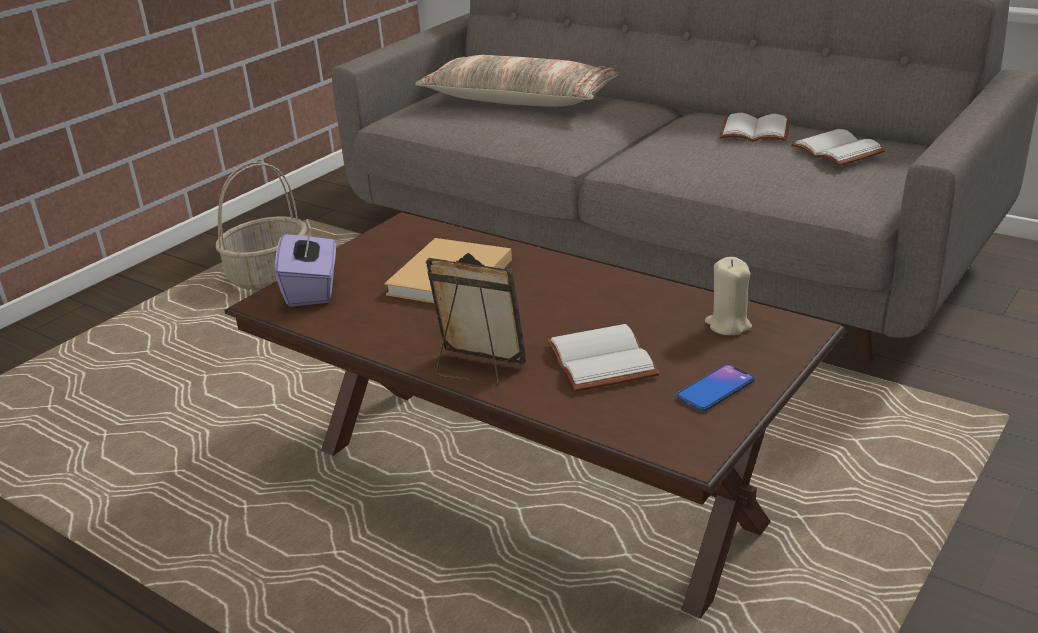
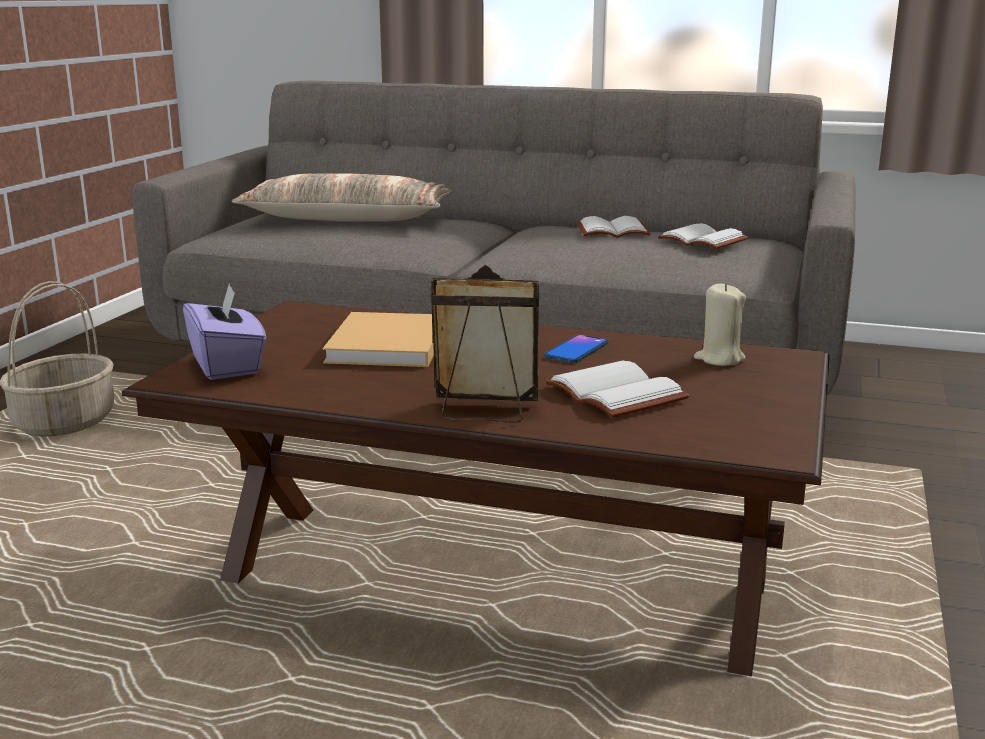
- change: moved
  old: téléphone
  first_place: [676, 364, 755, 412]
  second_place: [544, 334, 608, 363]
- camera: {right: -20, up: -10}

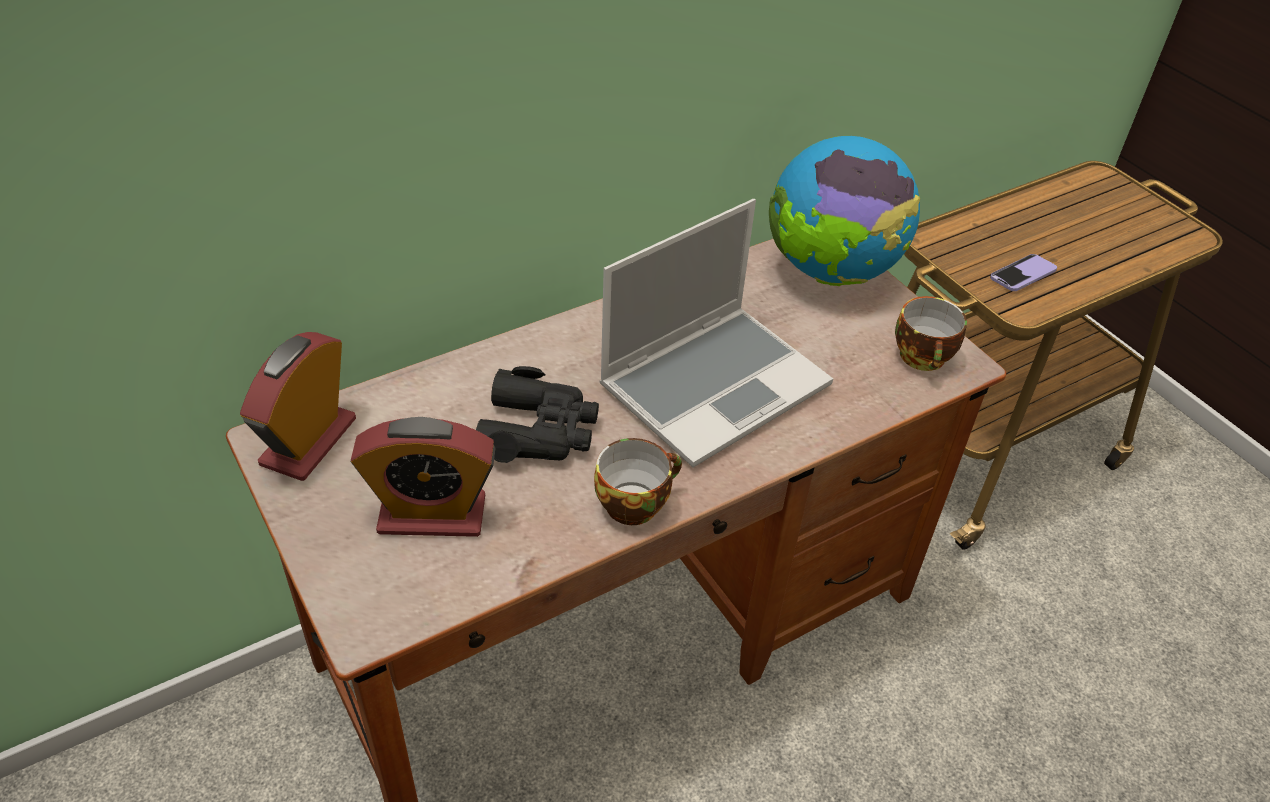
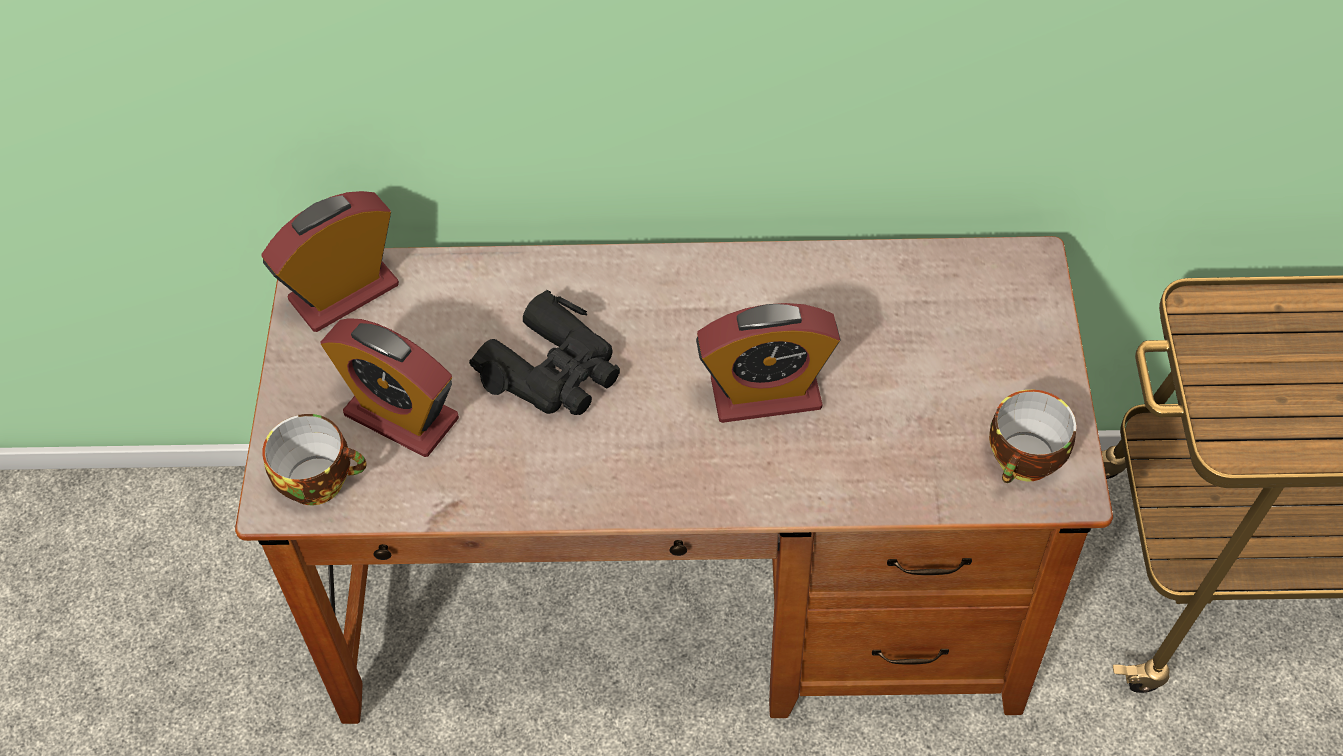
- change: removed
  old: globe
  first_place: [769, 136, 920, 286]
- change: removed
  old: téléphone
  first_place: [990, 254, 1057, 291]
- change: moved
  old: tasse
  first_place: [594, 438, 682, 525]
  second_place: [263, 414, 367, 505]
- change: replaced
  old: ordinateur portable
  new: réveil
  first_place: [599, 199, 833, 467]
  second_place: [696, 303, 841, 423]
- camera: {right: 35, up: 10}

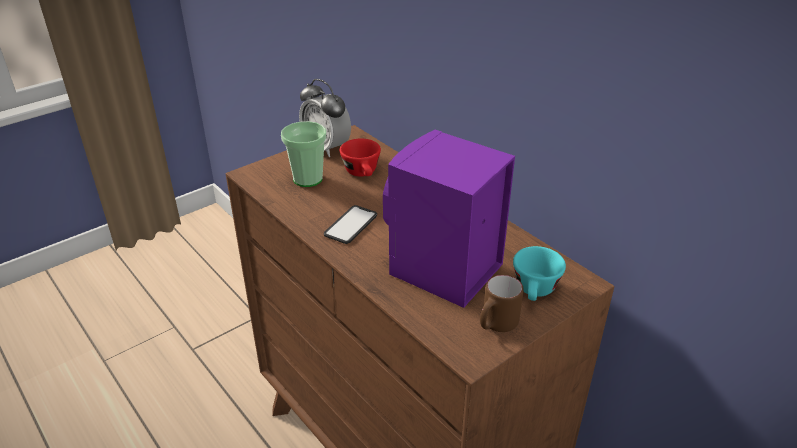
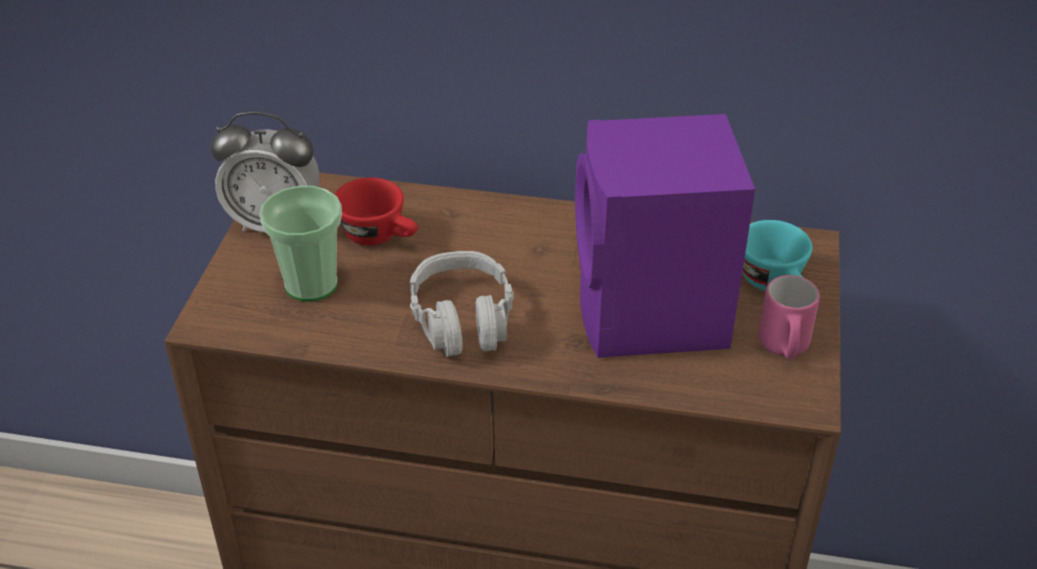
- change: replaced
  old: téléphone
  new: casque audio/gris
  first_place: [324, 205, 377, 244]
  second_place: [410, 251, 514, 357]
- change: recoloured
  old: mug/marron
  new: mug/rose
  first_place: [480, 275, 524, 332]
  second_place: [758, 275, 820, 359]
- camera: {right: -40, up: 5}

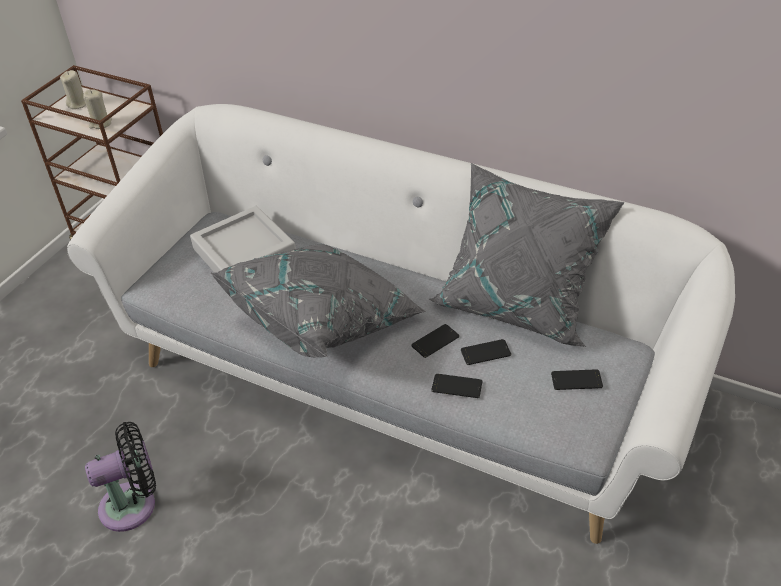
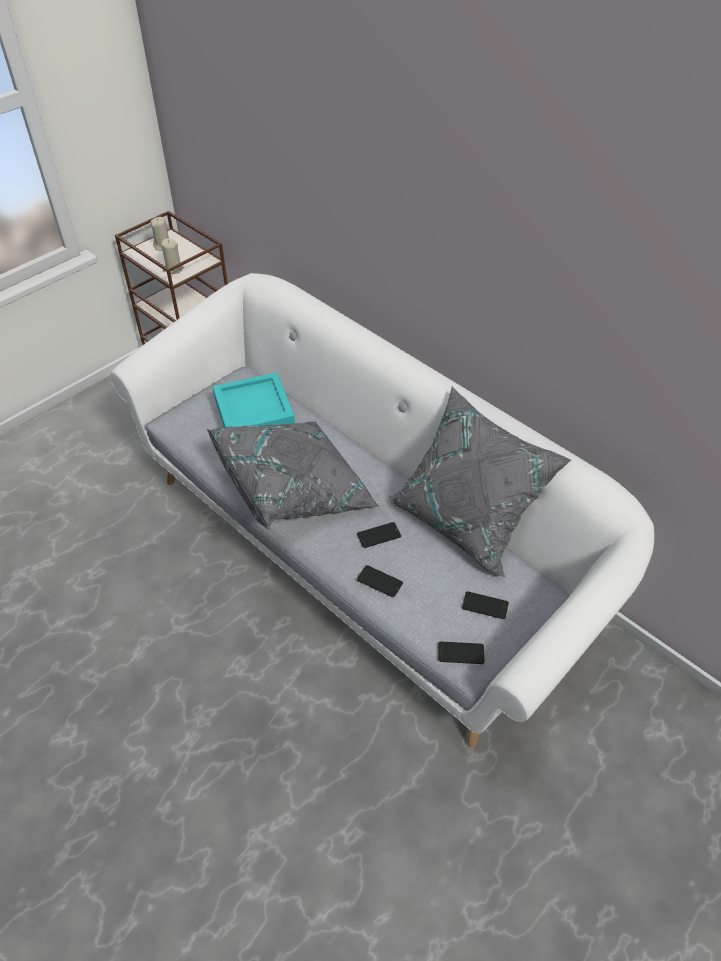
- change: removed
  old: ventilateur/noir
  first_place: [85, 422, 156, 532]
- change: moved
  old: téléphone
  first_place: [461, 339, 511, 365]
  second_place: [438, 641, 485, 664]
- change: recoloured
  old: plateau/gris
  new: plateau/turquoise
  first_place: [190, 206, 296, 273]
  second_place: [213, 373, 295, 427]
- camera: {right: 15, up: 5}

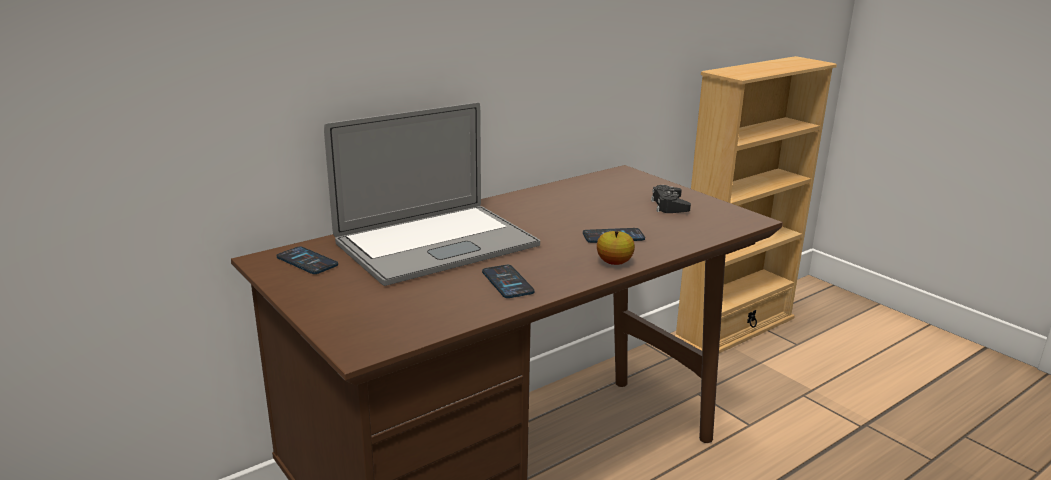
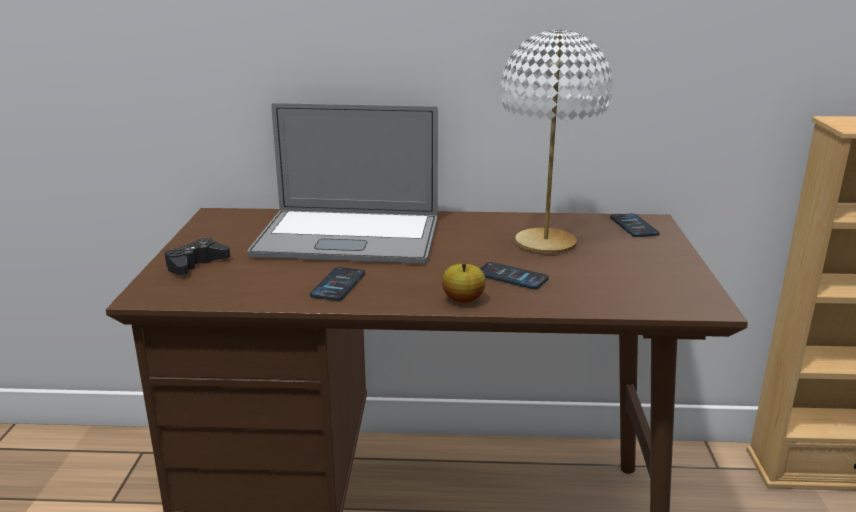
- change: added
  new: lampe de table/blanc
  second_place: [500, 30, 612, 253]
- change: moved
  old: téléphone
  first_place: [276, 247, 338, 274]
  second_place: [610, 213, 659, 237]
- change: moved
  old: manette/noir
  first_place: [651, 185, 691, 213]
  second_place: [165, 238, 230, 275]
- camera: {right: 40, up: 0}

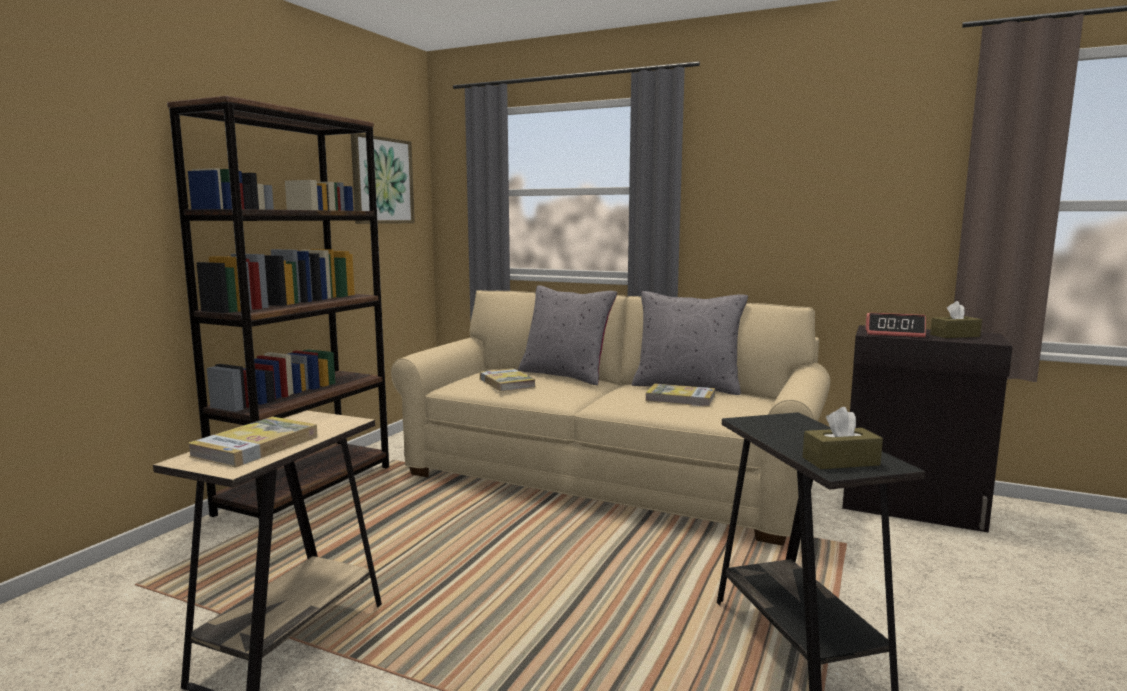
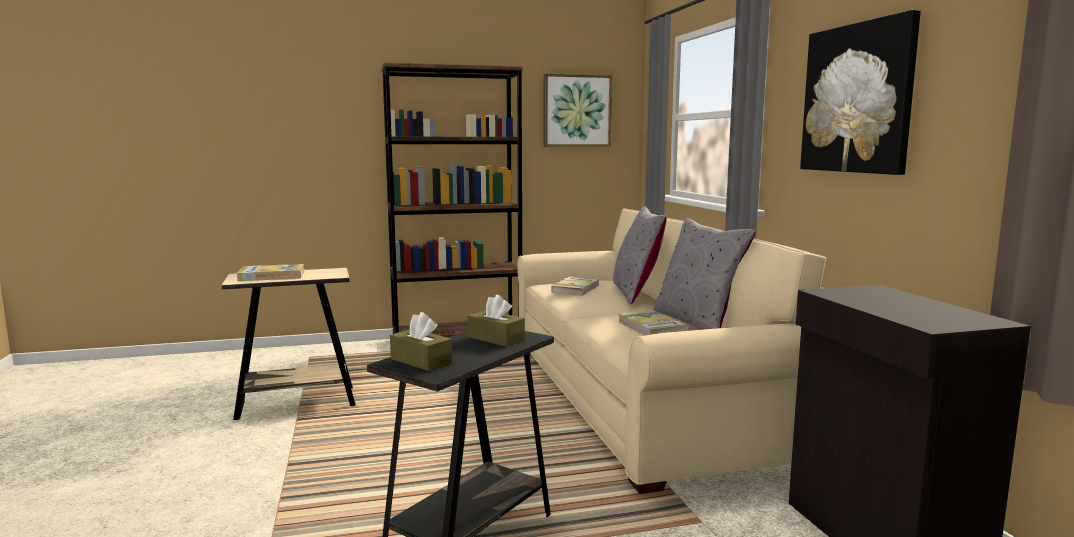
- change: removed
  old: réveil
  first_place: [865, 313, 926, 338]
- change: added
  new: tableau
  second_place: [800, 10, 921, 175]
- change: moved
  old: boîte à mouchoirs/marron
  first_place: [930, 301, 982, 338]
  second_place: [468, 295, 525, 347]
- camera: {right: 50, up: 0}

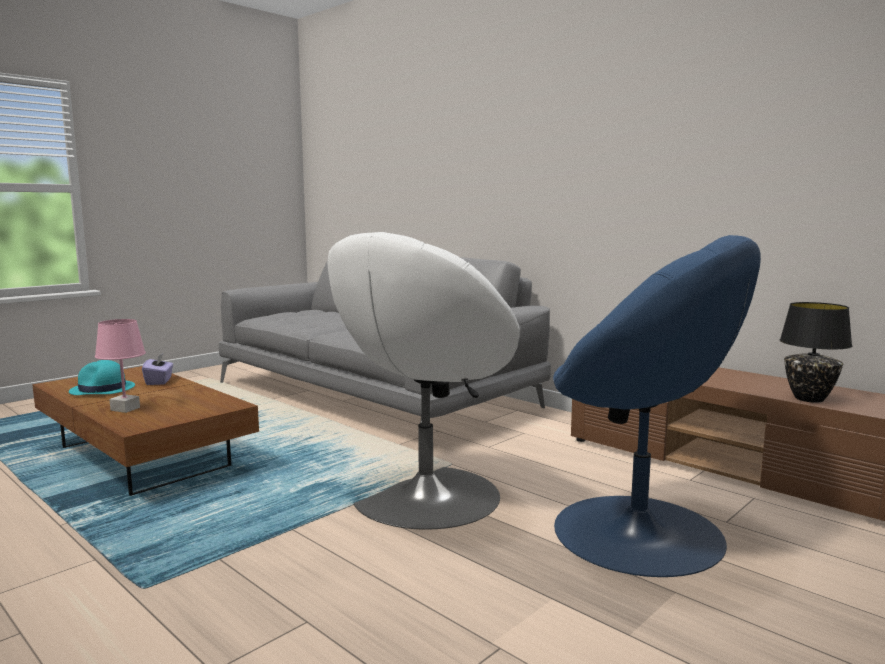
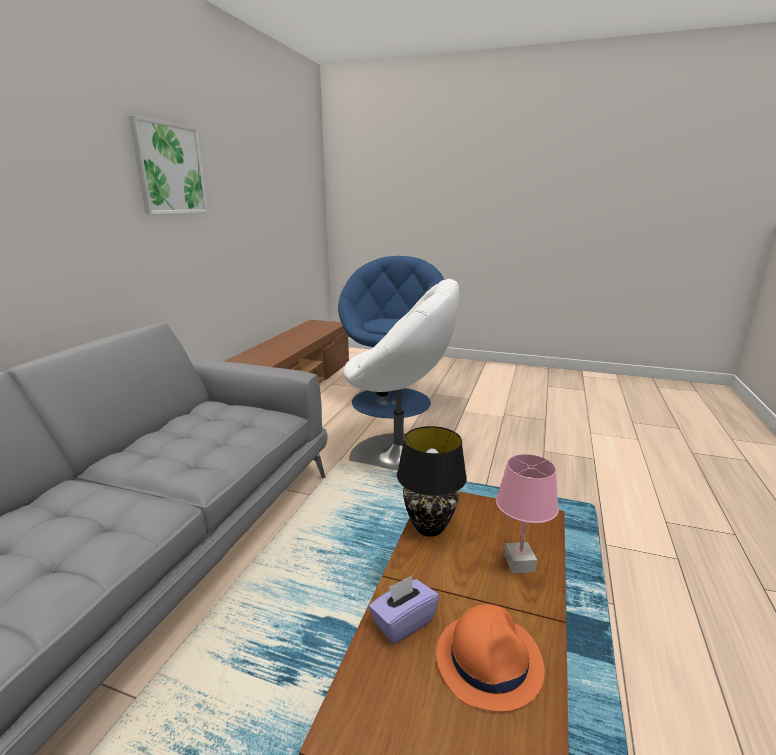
- change: added
  new: tableau
  second_place: [129, 115, 208, 214]
- change: moved
  old: lampe de table/noir
  first_place: [780, 302, 852, 403]
  second_place: [397, 426, 467, 537]
- change: recoloured
  old: chapeau/turquoise
  new: chapeau/orange
  first_place: [69, 360, 135, 395]
  second_place: [436, 604, 545, 712]
- camera: {right: -115, up: 10}

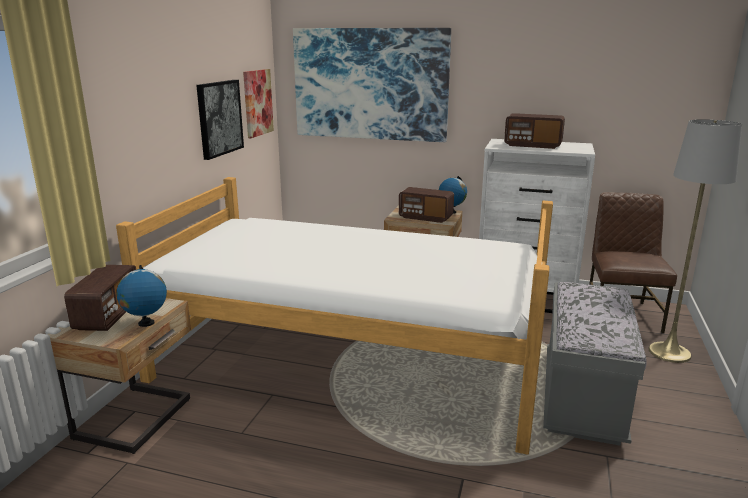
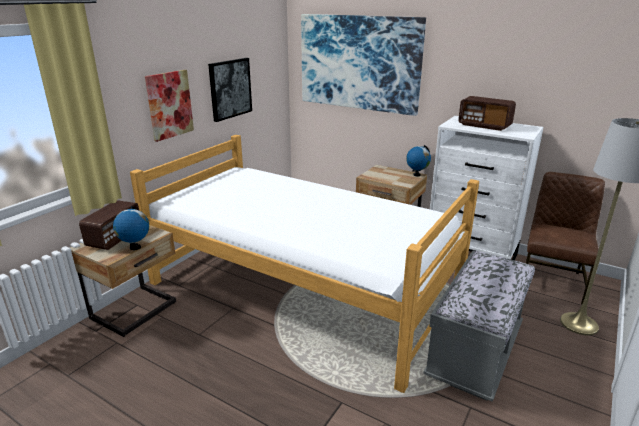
- change: removed
  old: radio
  first_place: [399, 187, 454, 223]
- change: moved
  old: tableau
  first_place: [243, 69, 274, 138]
  second_place: [145, 70, 194, 142]
- camera: {right: 15, up: 5}

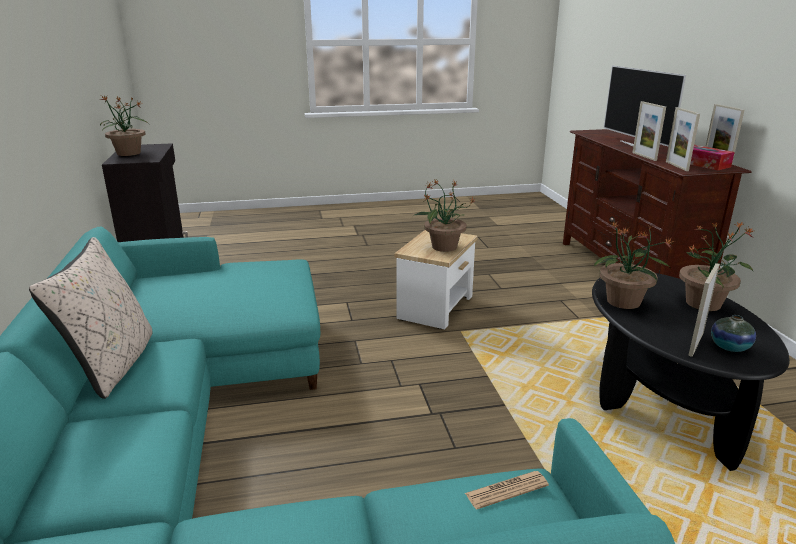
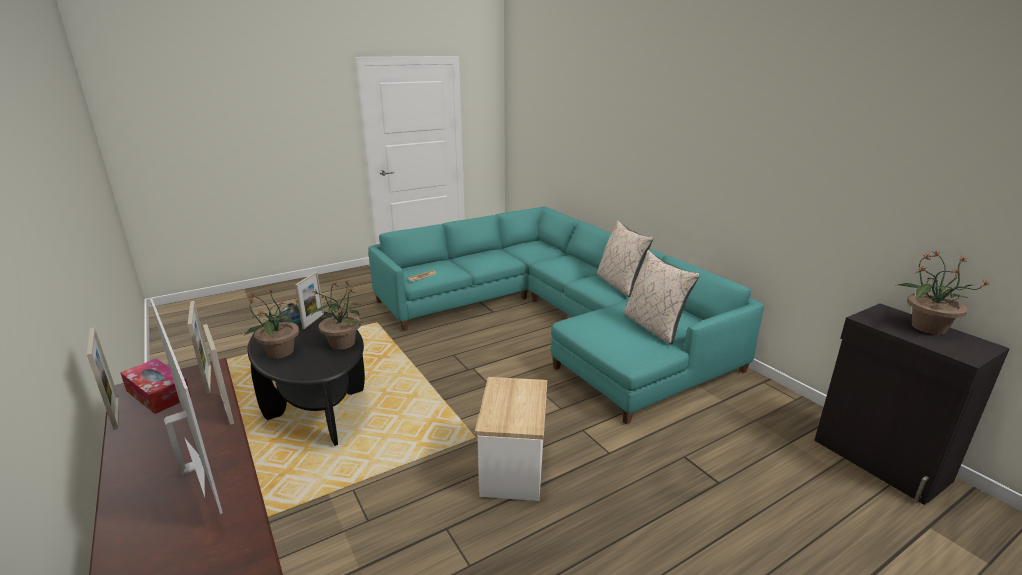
- change: removed
  old: plante en pot
  first_place: [413, 180, 475, 252]
- change: added
  new: coussin/beige
  second_place: [623, 250, 700, 345]
- camera: {right: 160, up: 0}

